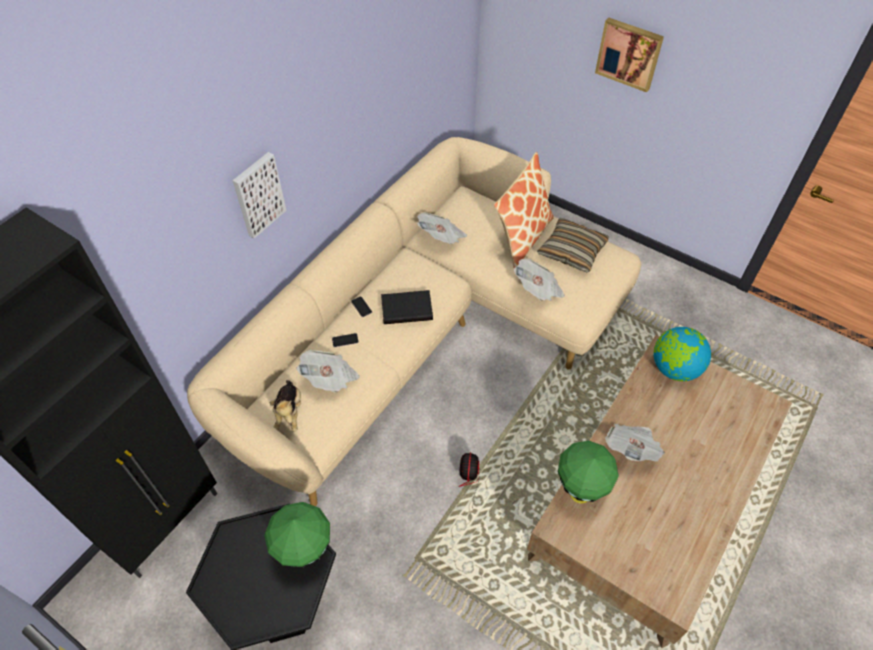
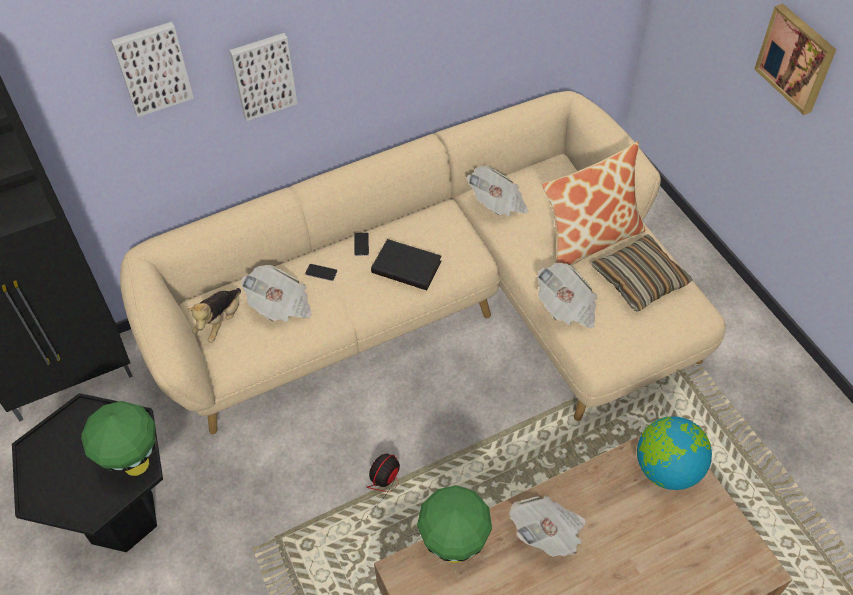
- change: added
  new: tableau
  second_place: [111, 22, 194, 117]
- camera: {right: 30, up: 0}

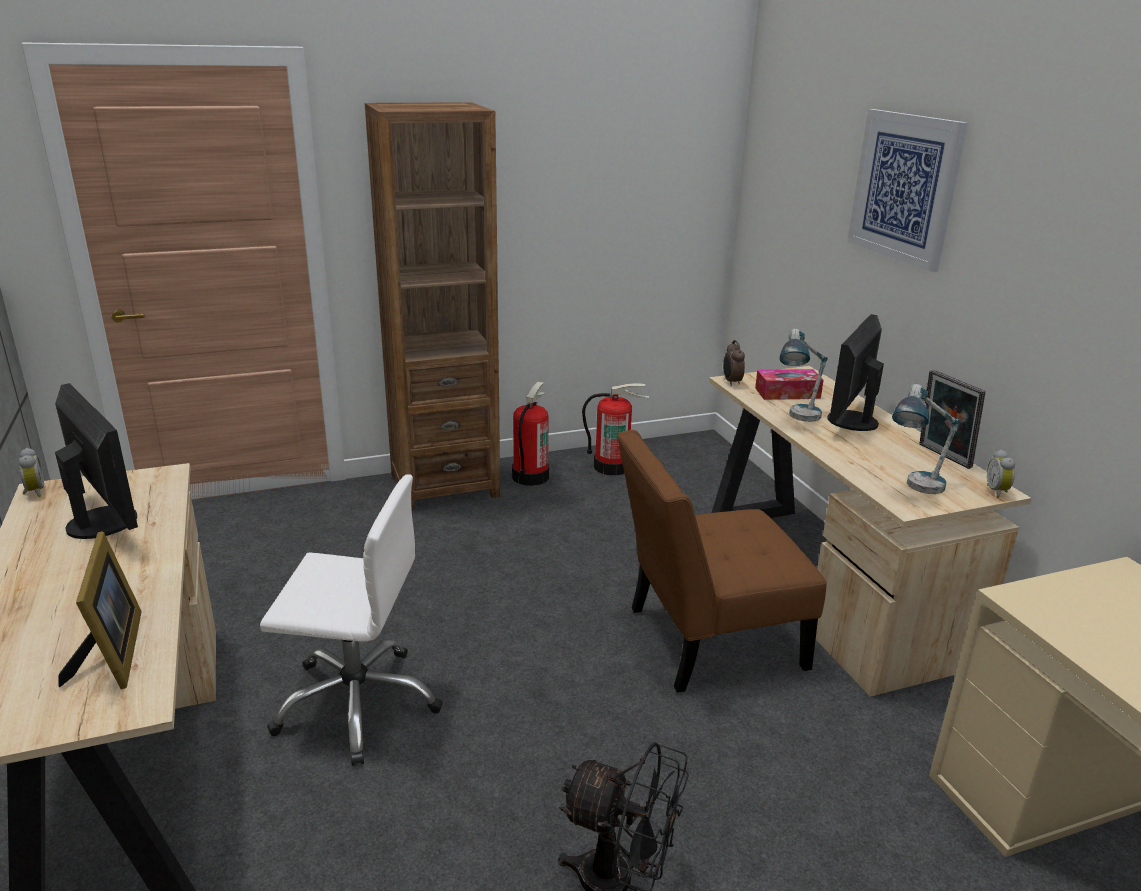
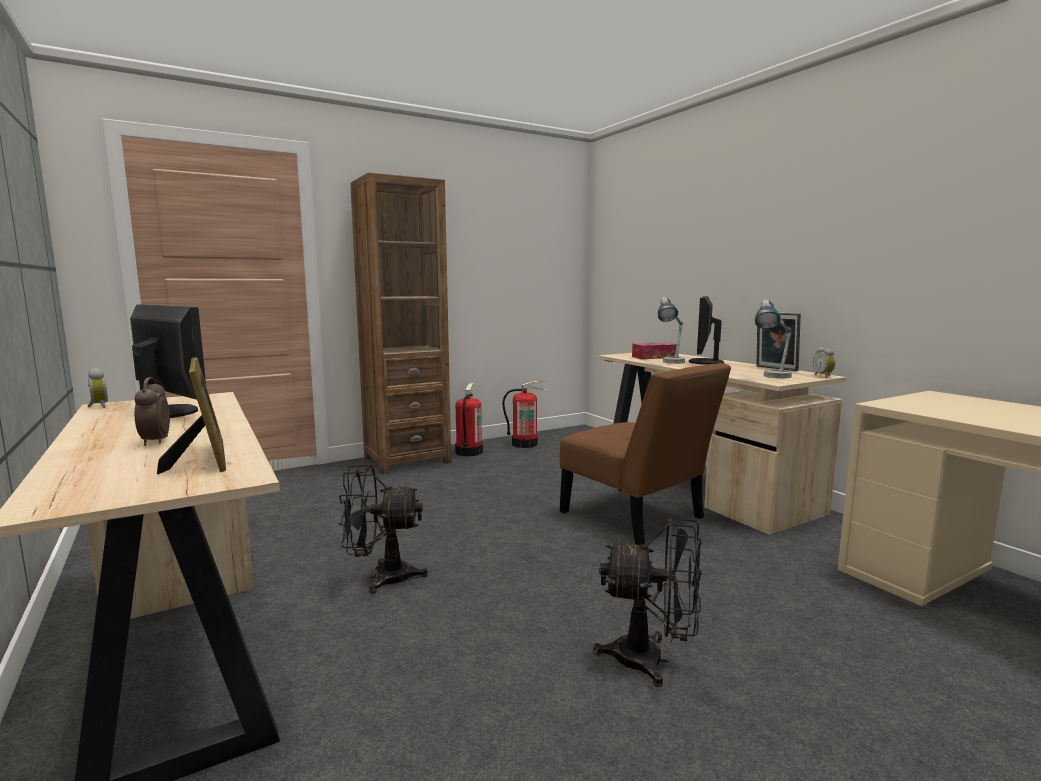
- change: removed
  old: tableau
  first_place: [847, 109, 968, 272]
- change: moved
  old: réveil
  first_place: [723, 340, 745, 386]
  second_place: [135, 377, 170, 446]
- change: replaced
  old: chaise de bureau/blanc
  new: ventilateur/noir
  first_place: [260, 474, 443, 766]
  second_place: [339, 465, 428, 594]
- change: turned
  old: chaise/marron
  first_place: [617, 430, 827, 693]
  second_place: [560, 363, 731, 545]
  degrees: -105
- camera: {right: -10, up: -15}

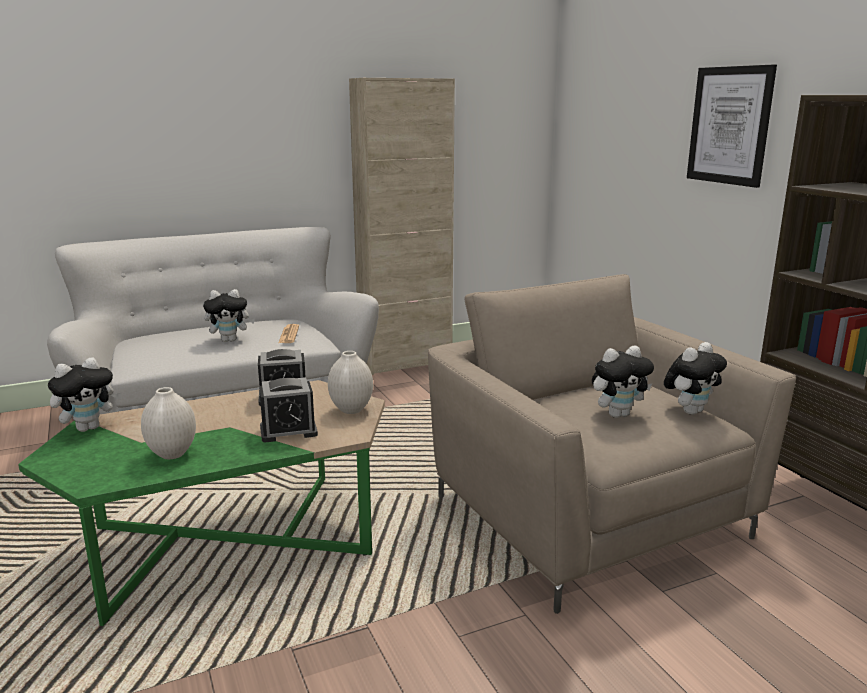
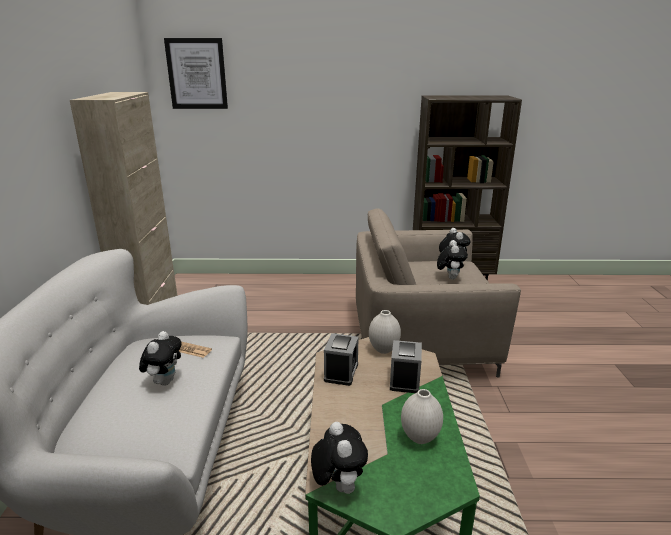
- change: moved
  old: tableau
  first_place: [687, 64, 777, 188]
  second_place: [164, 38, 228, 109]
- camera: {right: -65, up: 5}

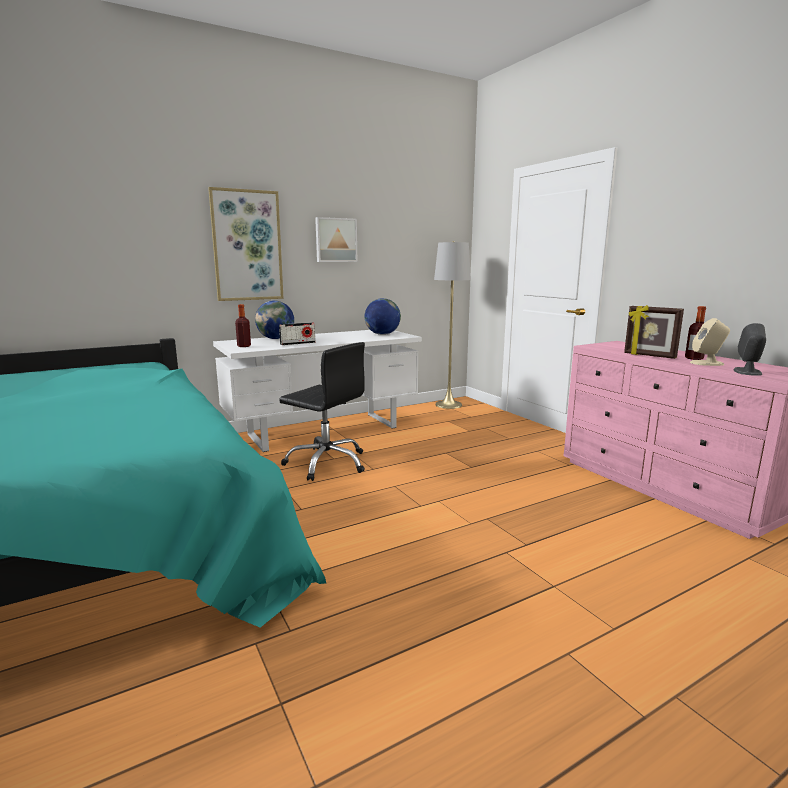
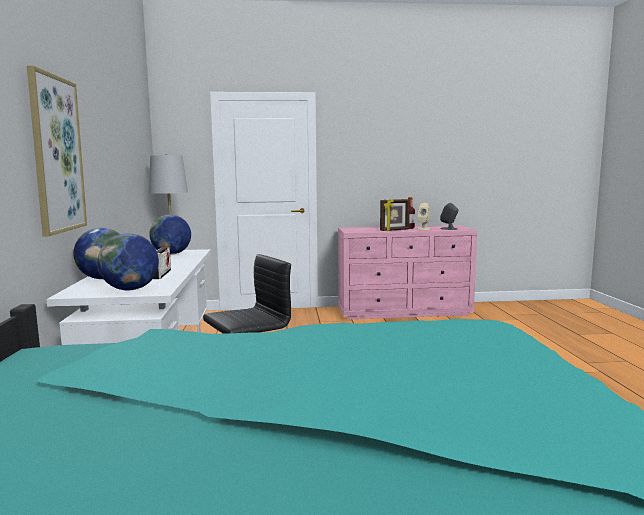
- change: removed
  old: tableau
  first_place: [315, 217, 357, 262]
- change: replaced
  old: bouteille
  new: globe
  first_place: [235, 304, 251, 347]
  second_place: [97, 233, 159, 291]
- camera: {right: -65, up: -5}

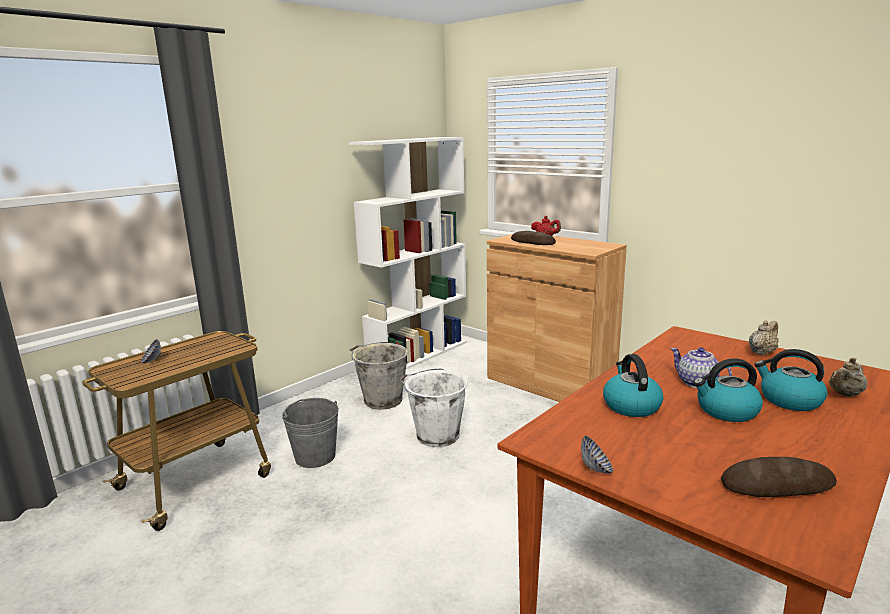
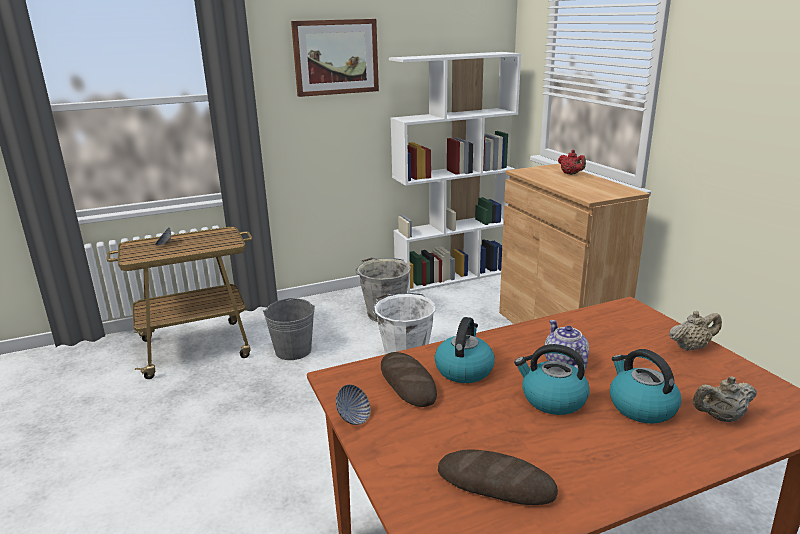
- change: added
  new: tableau
  second_place: [291, 19, 379, 97]
- change: moved
  old: pain
  first_place: [511, 231, 556, 245]
  second_place: [381, 352, 437, 407]
- camera: {right: 25, up: 5}

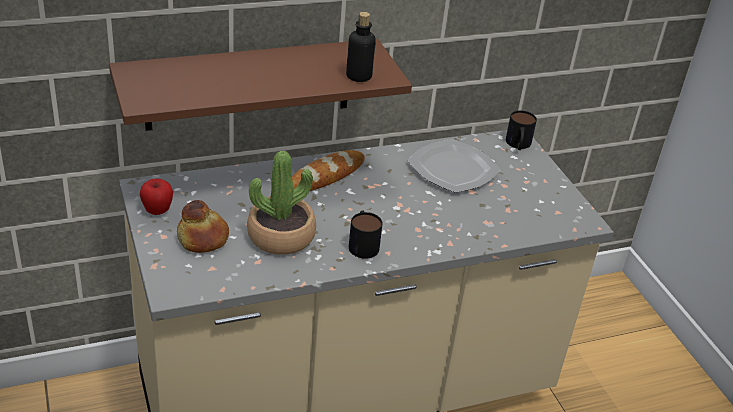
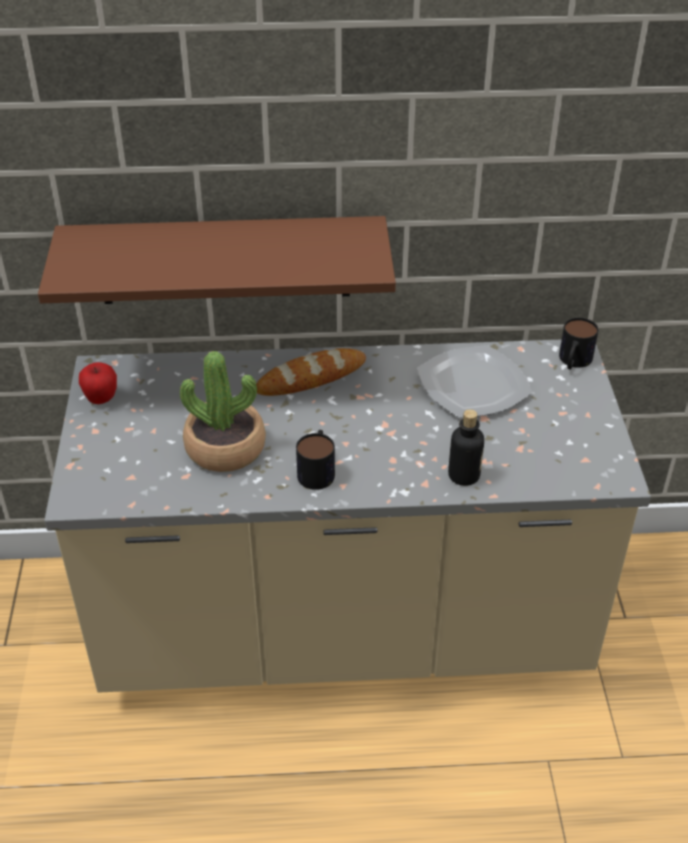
- change: removed
  old: pain
  first_place: [177, 200, 229, 253]
- change: moved
  old: bouteille
  first_place: [346, 12, 376, 82]
  second_place: [448, 409, 484, 486]
- camera: {right: 20, up: 5}

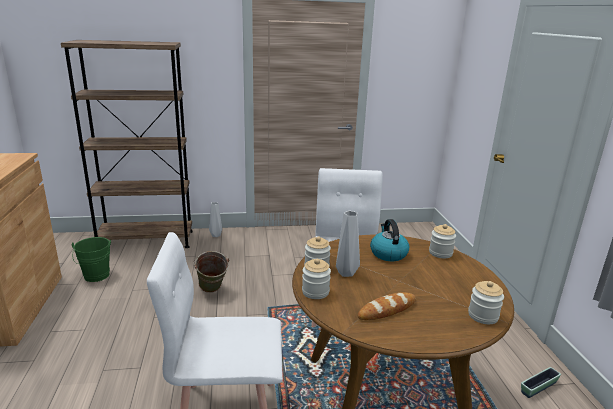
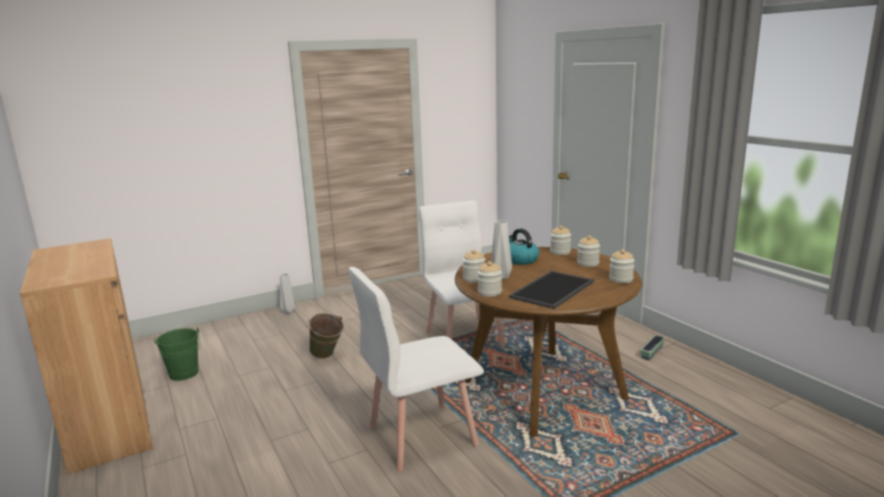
- change: removed
  old: bibliothèque/marron
  first_place: [61, 40, 193, 248]
- change: added
  new: bocal
  second_place: [577, 235, 600, 267]
- change: replaced
  old: pain
  new: plateau
  first_place: [358, 292, 416, 320]
  second_place: [509, 271, 594, 309]
- camera: {right: -20, up: -5}

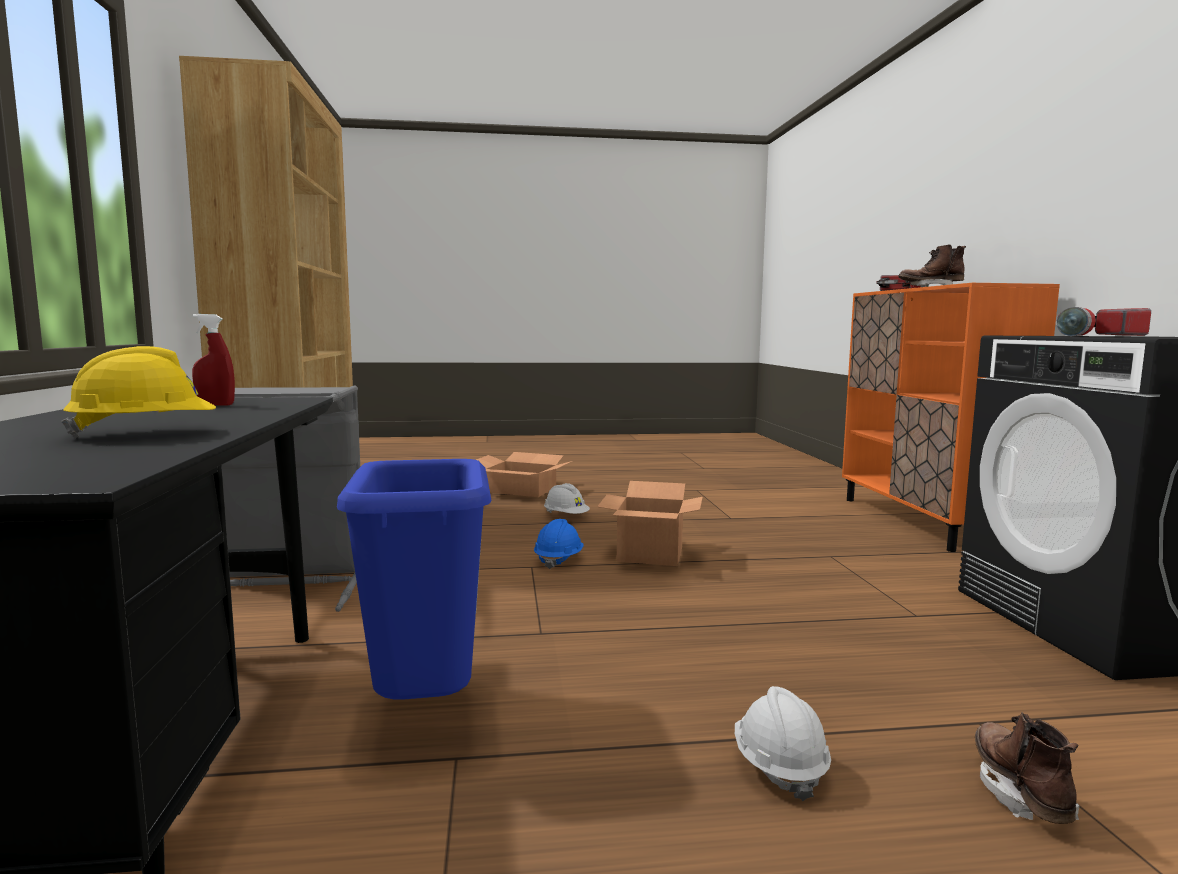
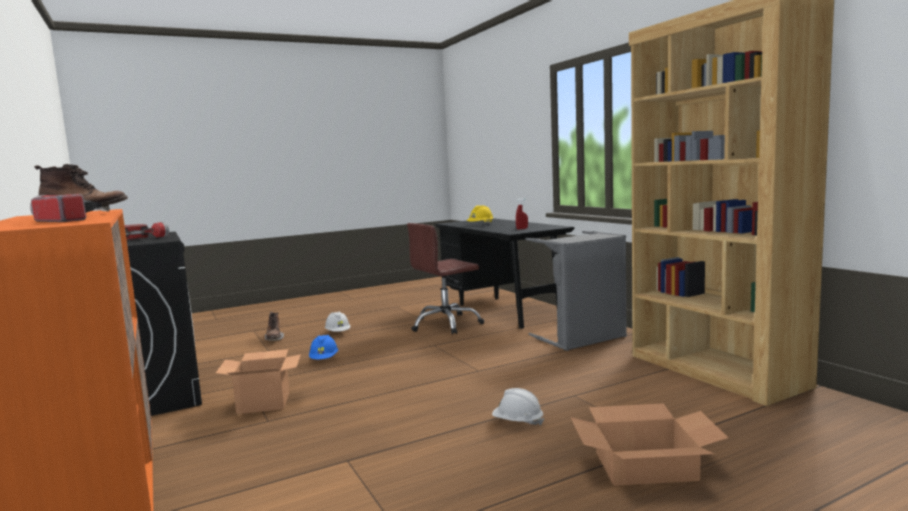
- change: moved
  old: casque de chantier/bleu
  first_place: [534, 519, 584, 569]
  second_place: [309, 335, 338, 359]
- change: moved
  old: carton
  first_place: [597, 481, 703, 566]
  second_place: [216, 349, 301, 414]
- change: replaced
  old: poubelle/bleu
  new: chaise de bureau/marron
  first_place: [337, 459, 492, 700]
  second_place: [407, 223, 484, 335]
- camera: {right: 160, up: 0}

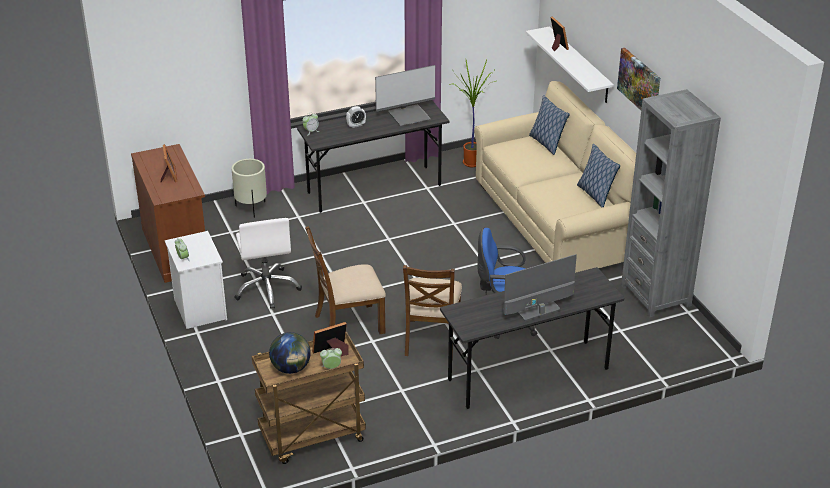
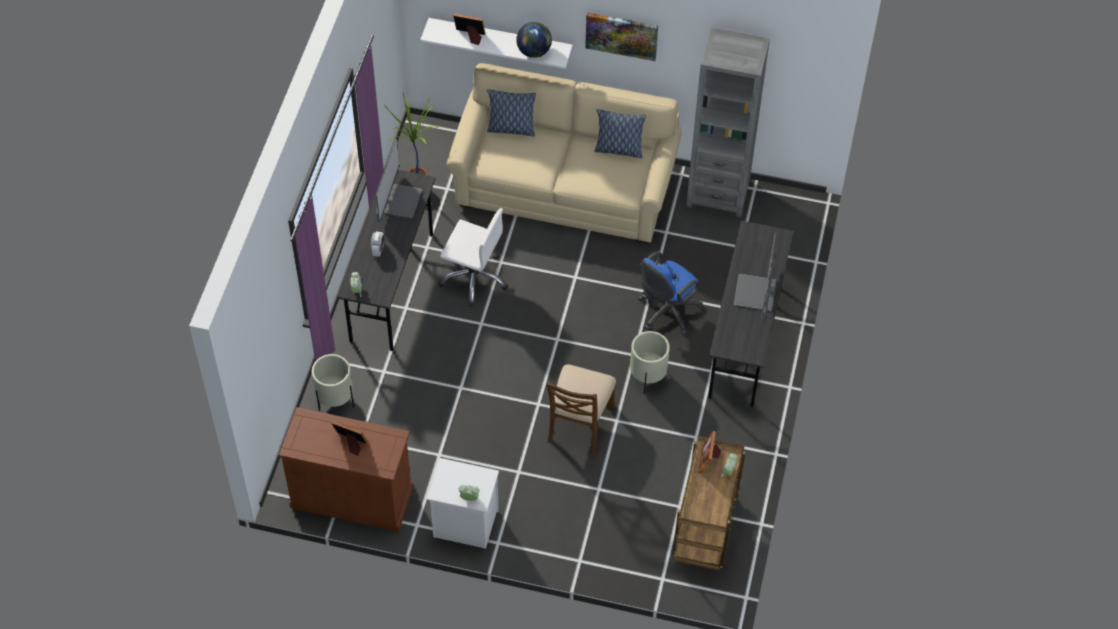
- change: moved
  old: chaise de bureau/blanc
  first_place: [234, 218, 302, 309]
  second_place: [439, 208, 508, 307]
- change: moved
  old: globe
  first_place: [269, 332, 311, 374]
  second_place: [516, 22, 552, 58]
- change: replaced
  old: chaise/marron
  new: cache-pot/beige
  first_place: [403, 265, 462, 359]
  second_place: [630, 331, 670, 394]
- camera: {right: -55, up: 20}

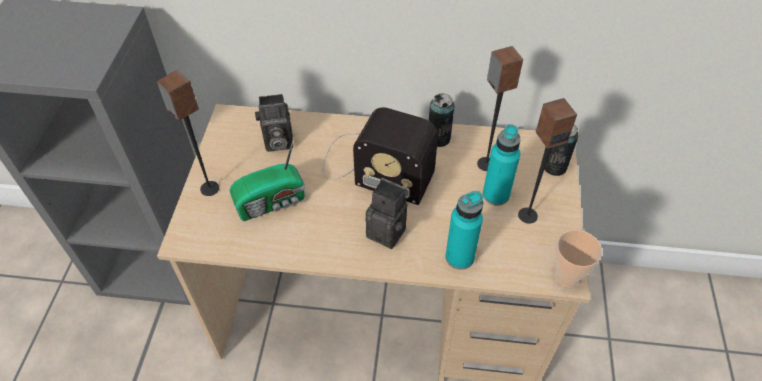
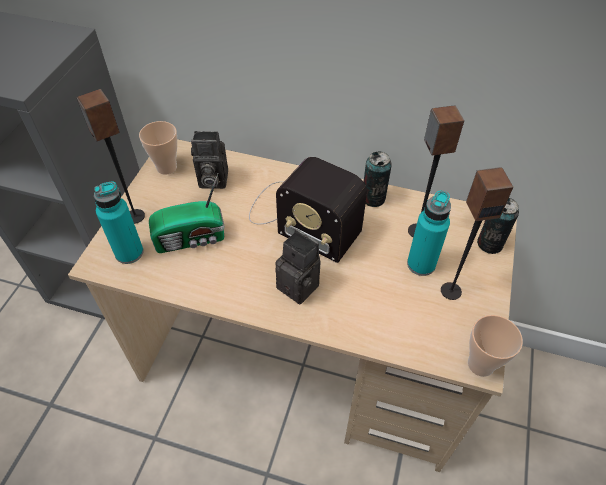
- change: added
  new: tasse
  second_place: [139, 121, 177, 175]
- change: moved
  old: bouteille/turquoise
  first_place: [445, 191, 484, 270]
  second_place: [94, 181, 144, 264]
- camera: {right: 10, up: 0}

